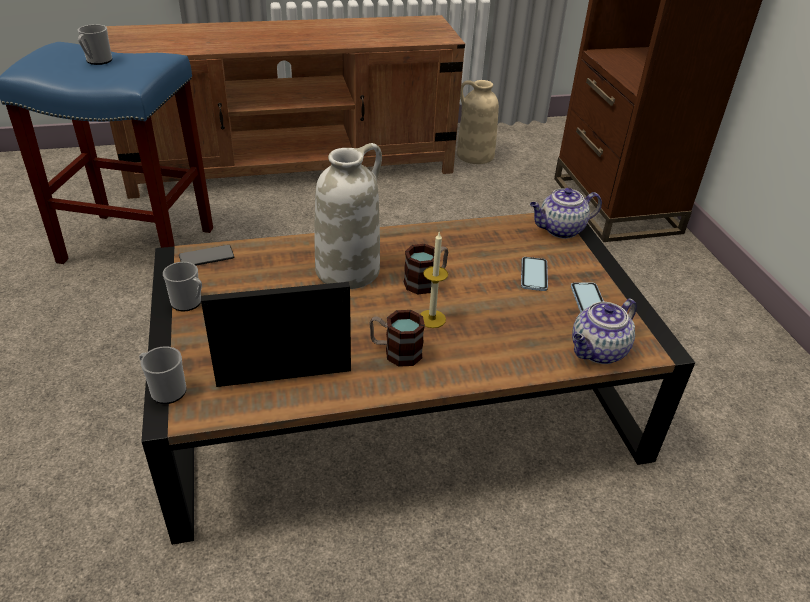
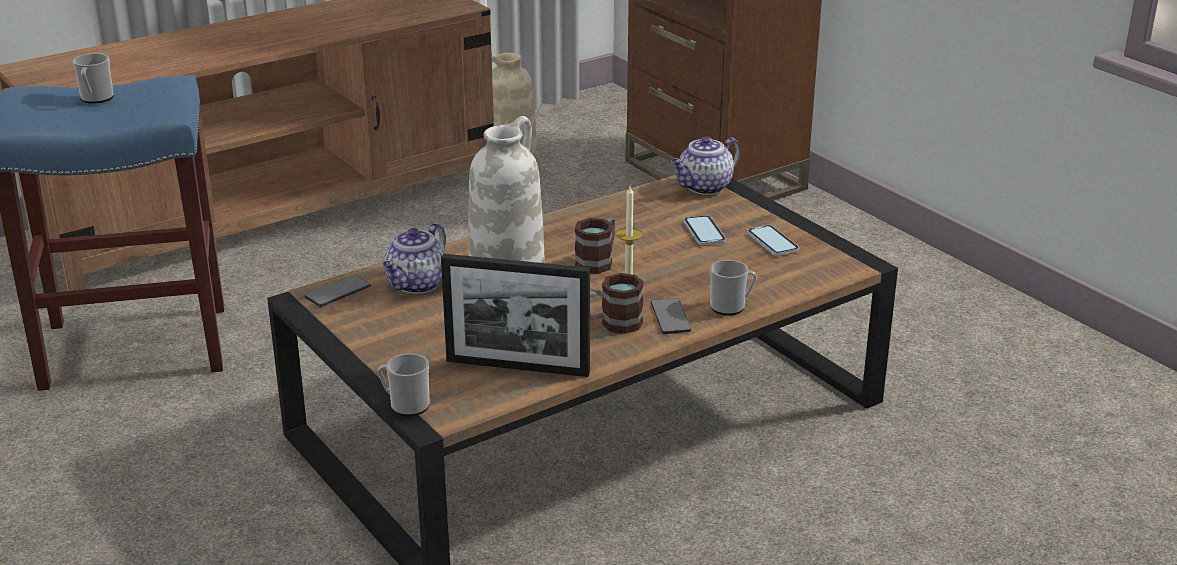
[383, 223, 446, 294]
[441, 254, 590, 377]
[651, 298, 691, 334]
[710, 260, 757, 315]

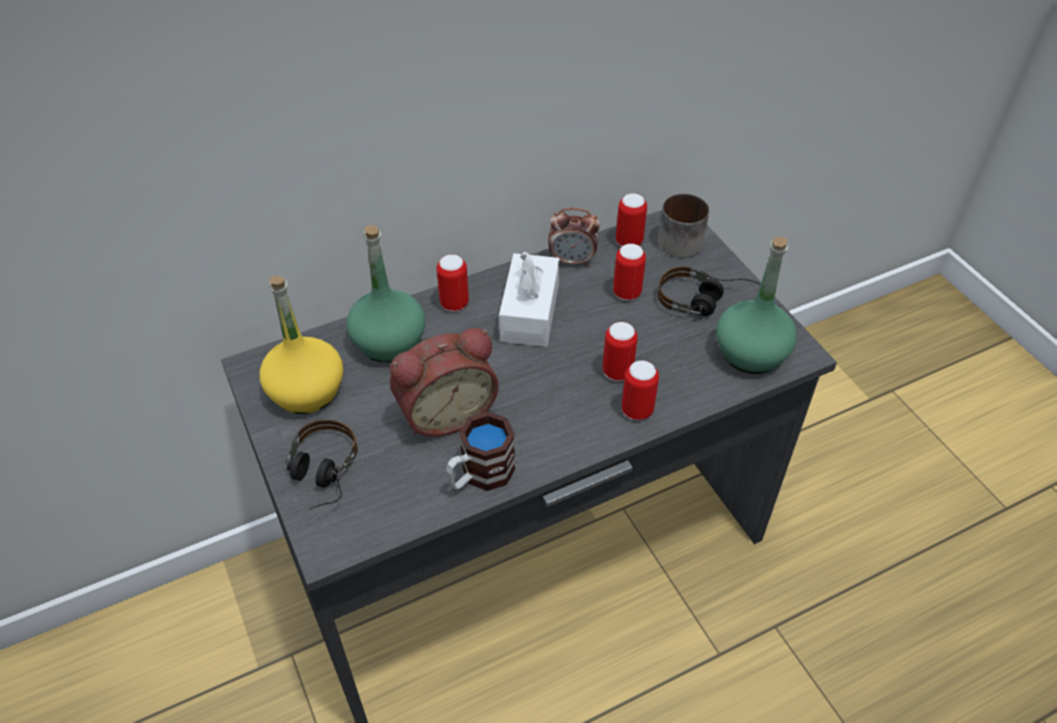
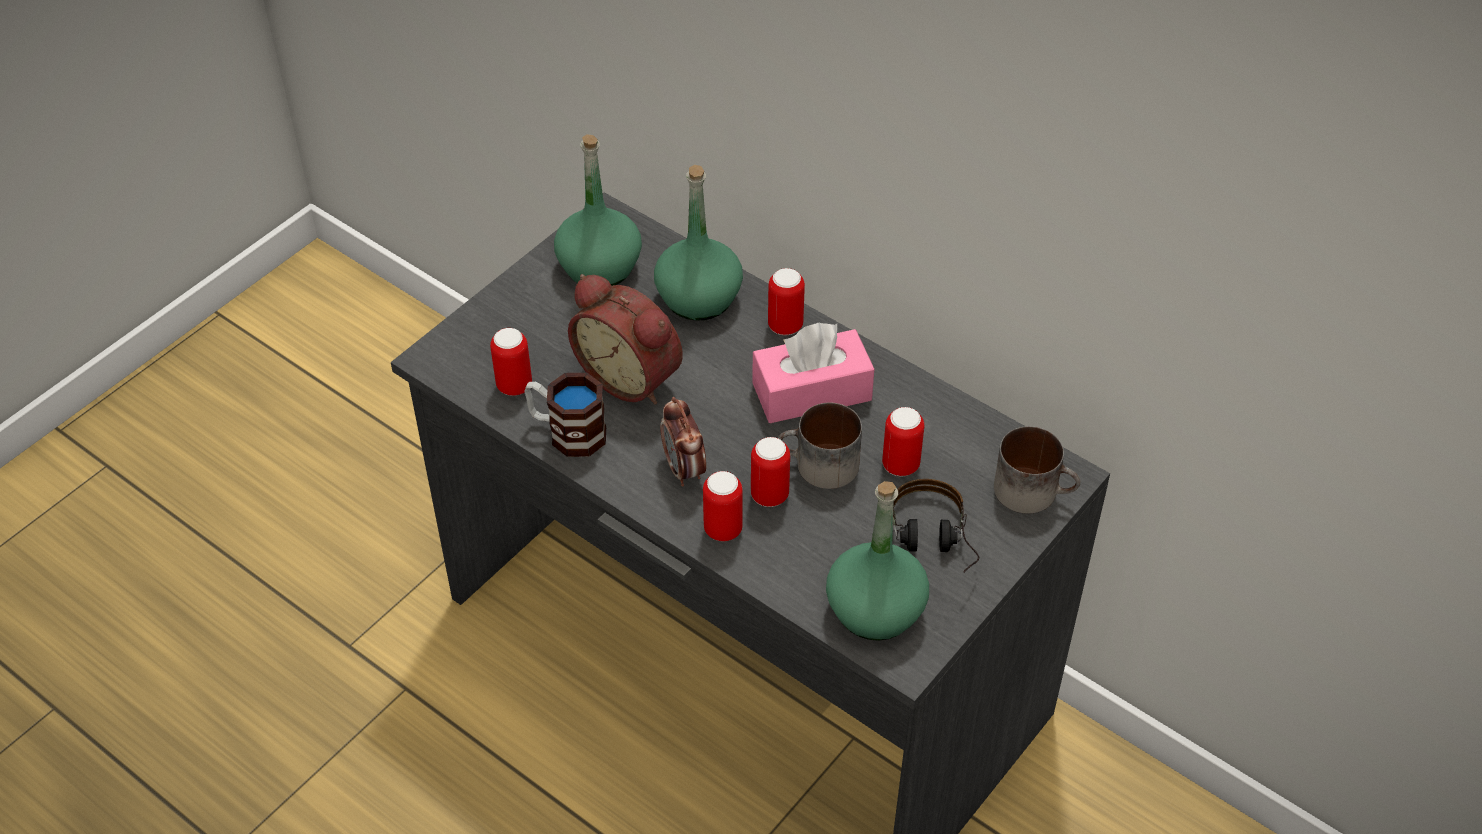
[490, 328, 532, 396]
[554, 134, 642, 286]
[660, 397, 706, 486]
[753, 323, 874, 423]
[778, 403, 862, 489]
[286, 420, 358, 510] (first image)

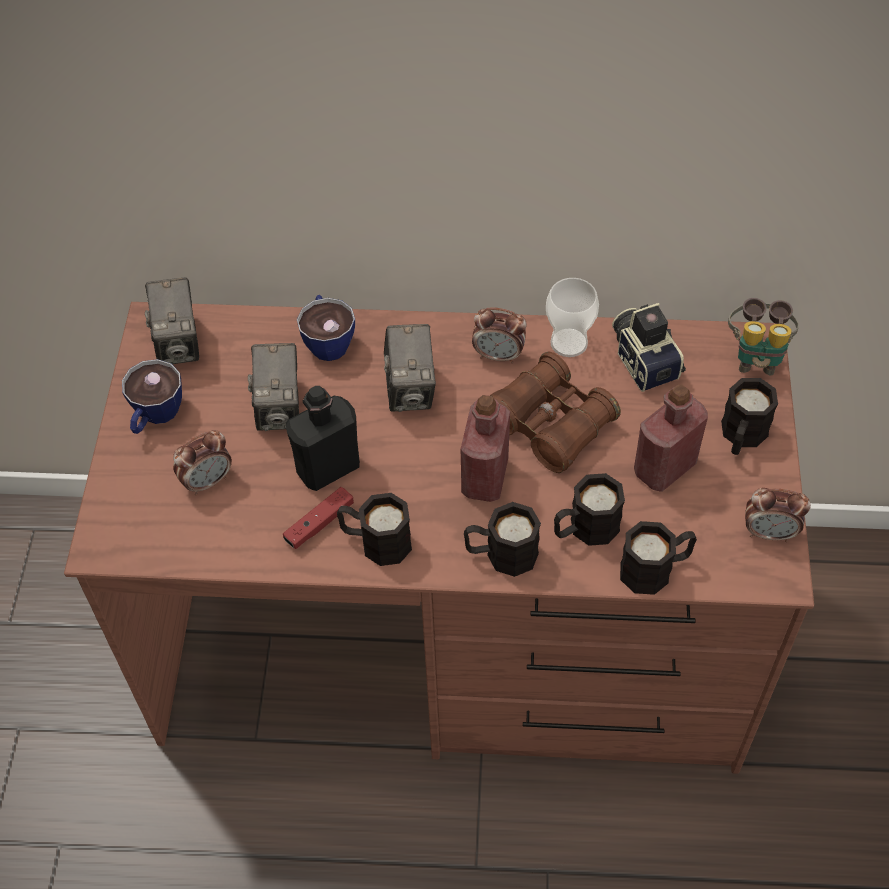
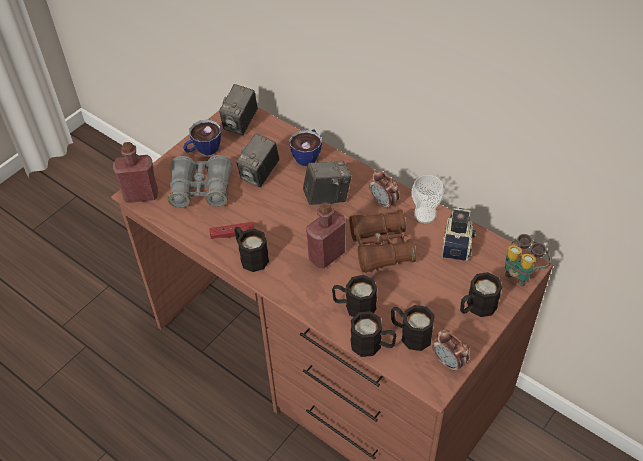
[113, 142, 158, 203]
[168, 155, 232, 208]
[303, 161, 351, 205]
[391, 305, 435, 351]
[286, 386, 360, 491] (first image)

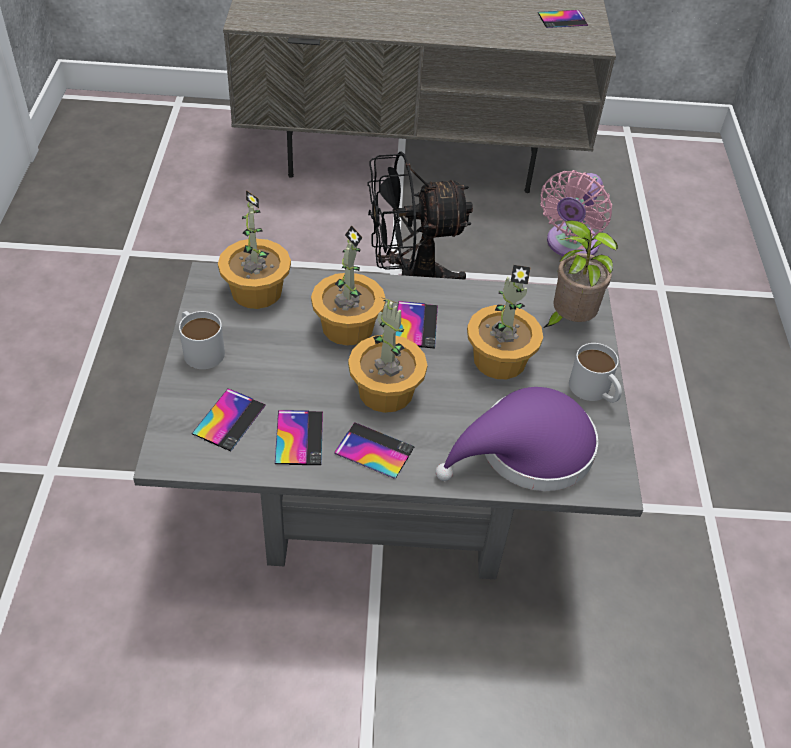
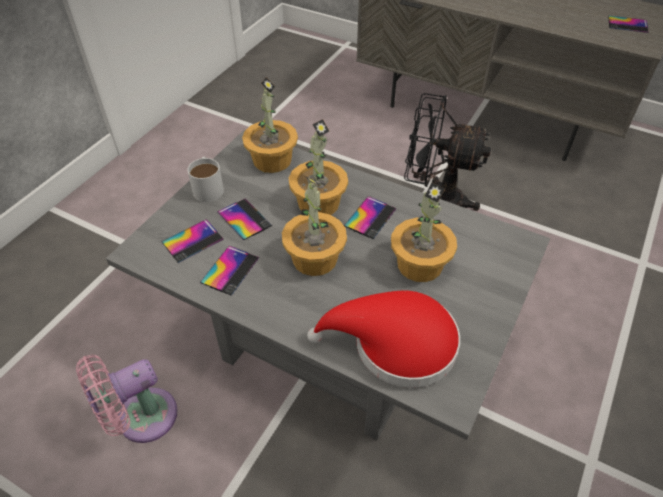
[76, 355, 178, 443]
[217, 199, 272, 240]
[307, 290, 460, 388]
[543, 220, 618, 328] (first image)
[569, 343, 622, 403] (first image)

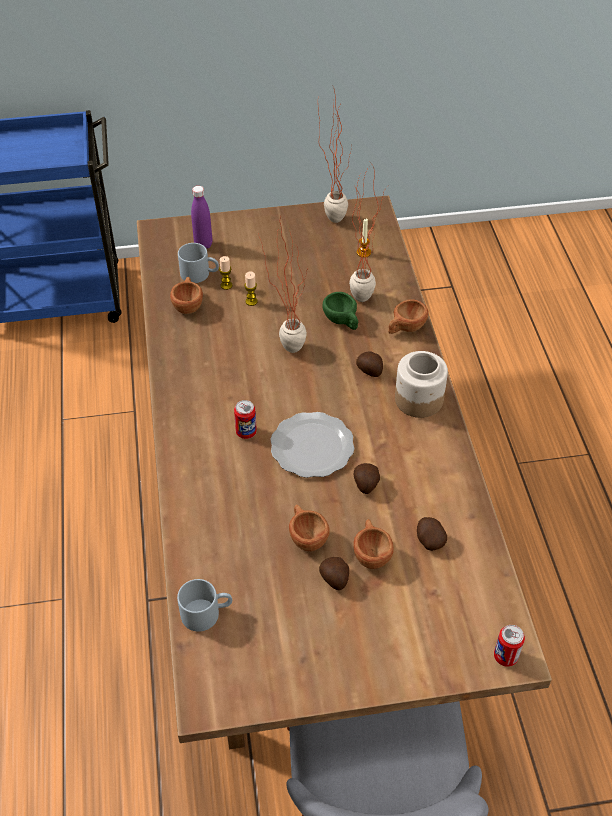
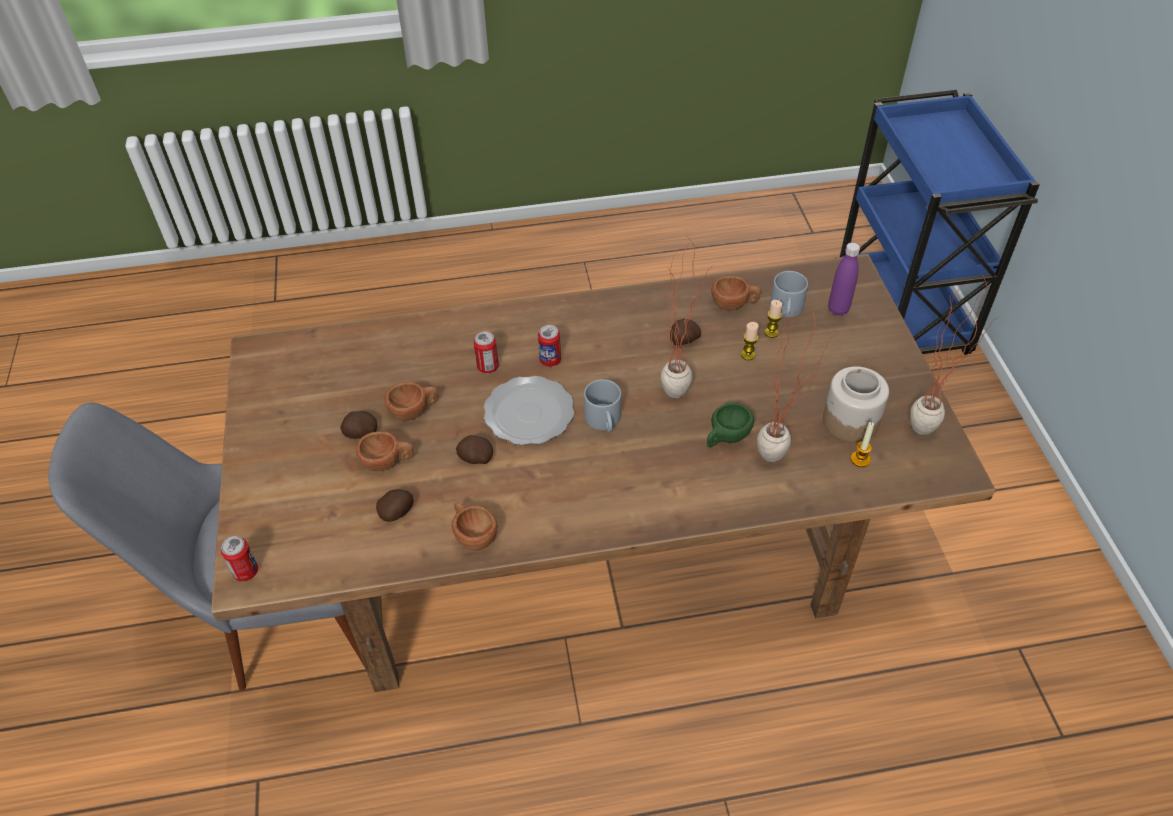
[452, 502, 498, 551]
[474, 331, 499, 373]
[584, 379, 621, 432]
[670, 319, 701, 345]
[823, 366, 889, 443]

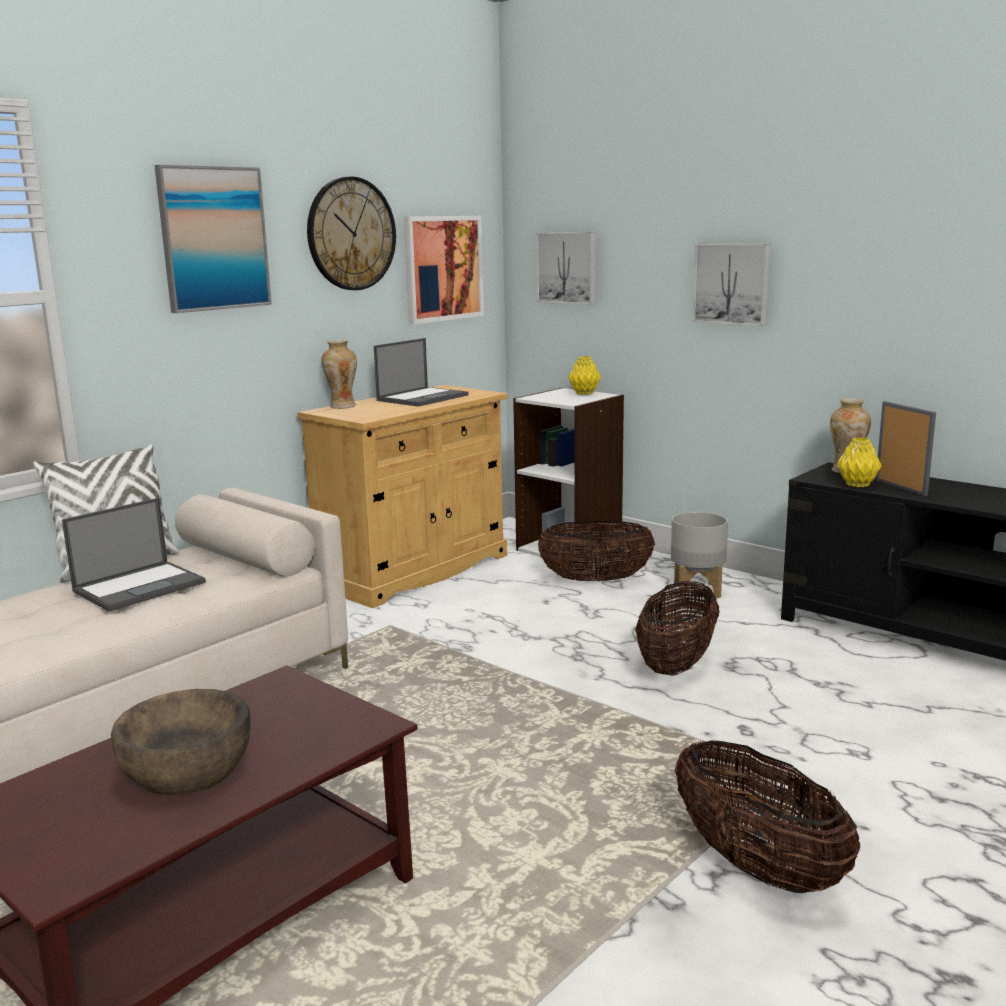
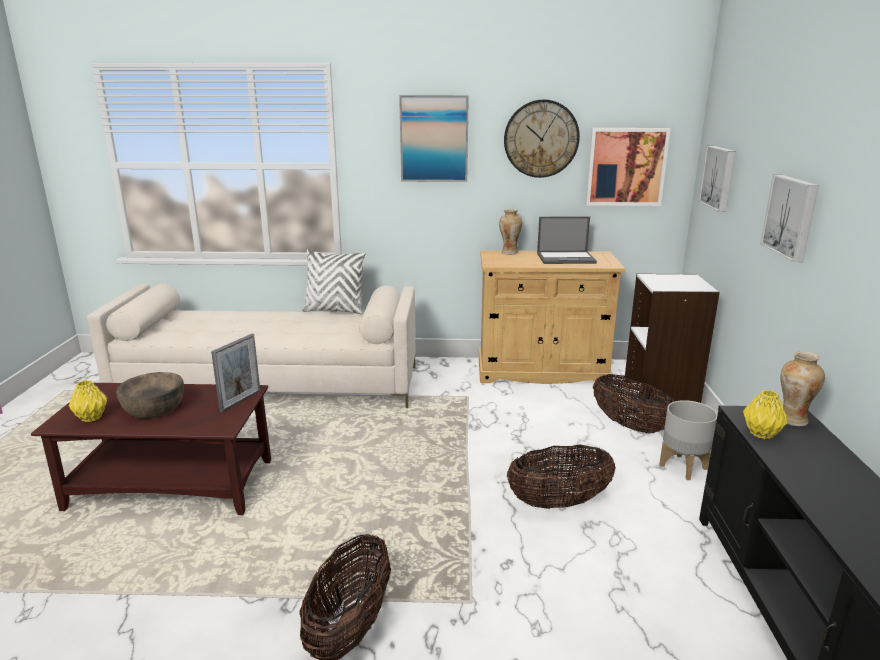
[69, 380, 107, 422]
[211, 334, 260, 413]
[62, 498, 206, 612] (first image)

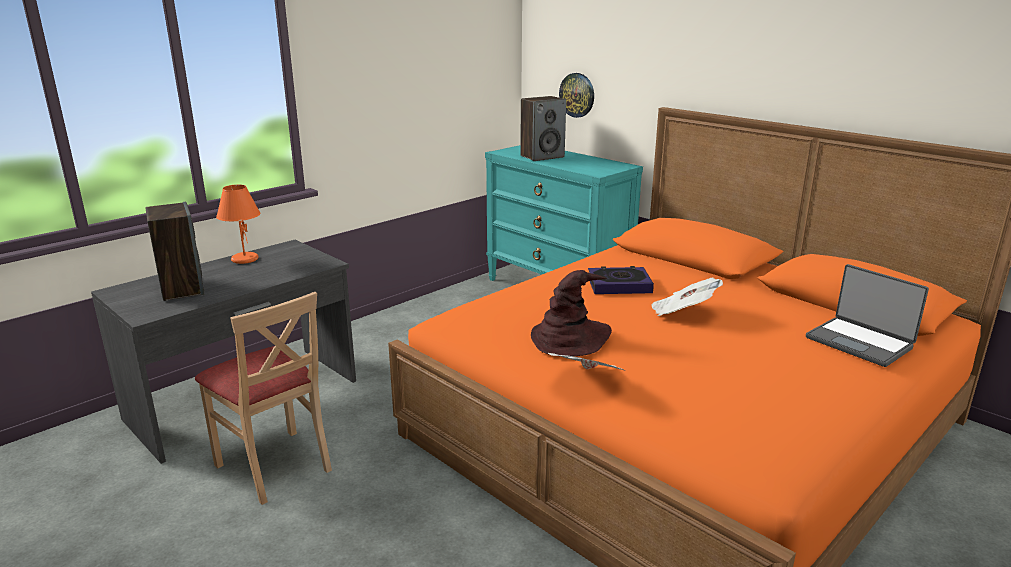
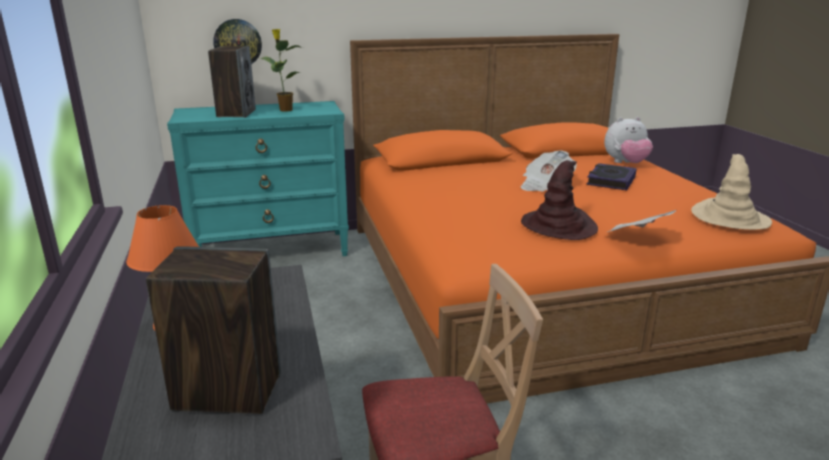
[260, 29, 303, 112]
[587, 163, 637, 190]
[604, 117, 653, 163]
[691, 154, 772, 230]

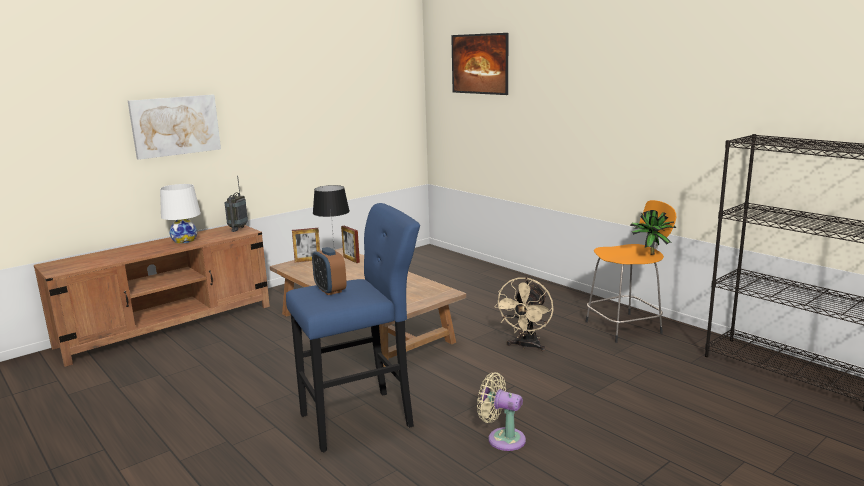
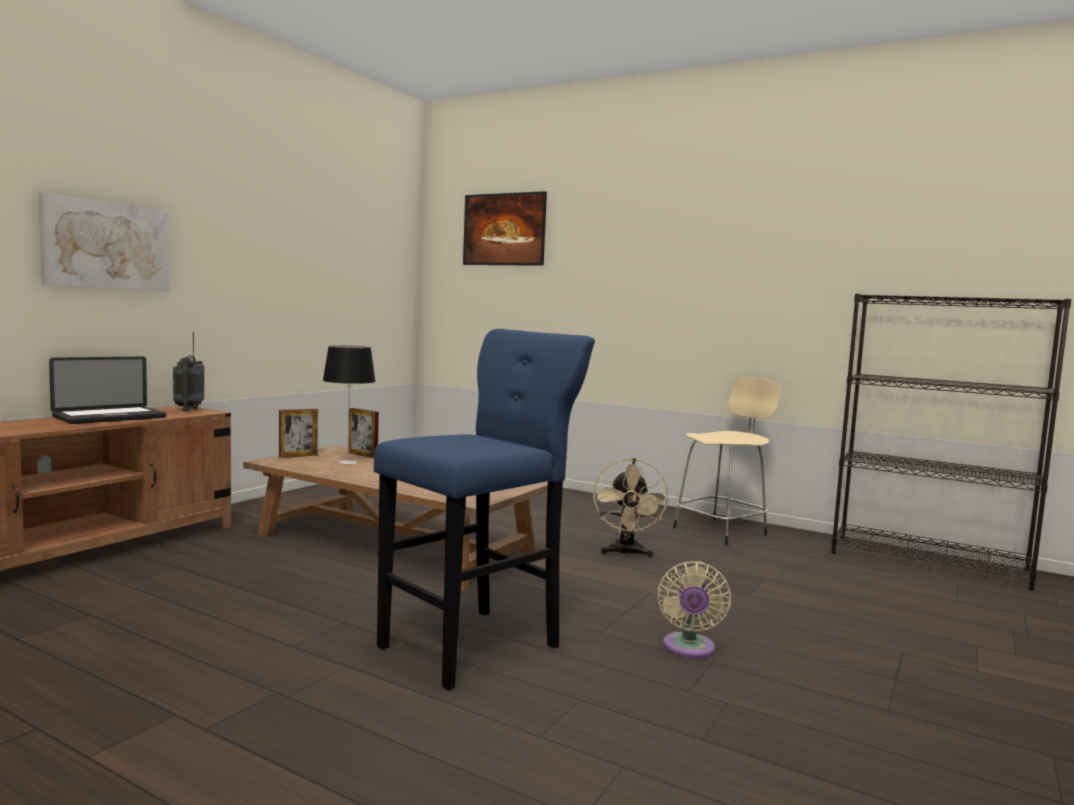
[49, 357, 167, 424]
[657, 561, 731, 658]
[673, 377, 781, 545]
[312, 247, 347, 295] (first image)
[630, 210, 676, 255] (first image)

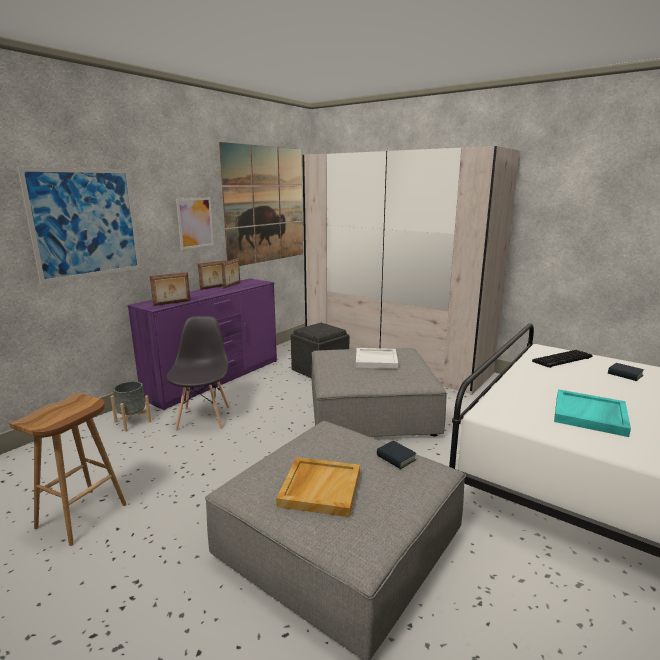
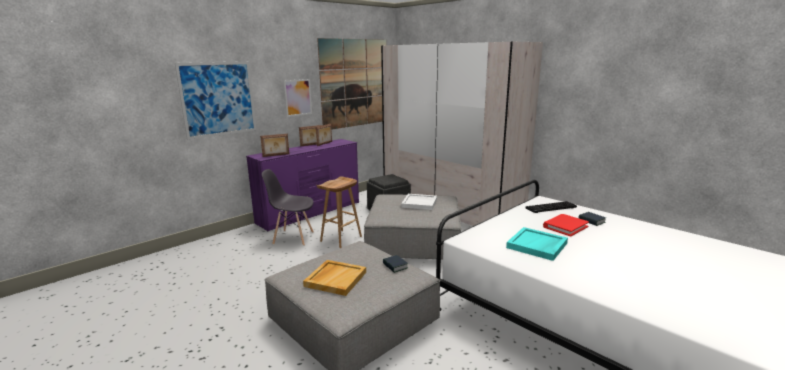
[262, 169, 314, 246]
[317, 176, 362, 248]
[543, 214, 589, 236]
[110, 381, 151, 431] (first image)

